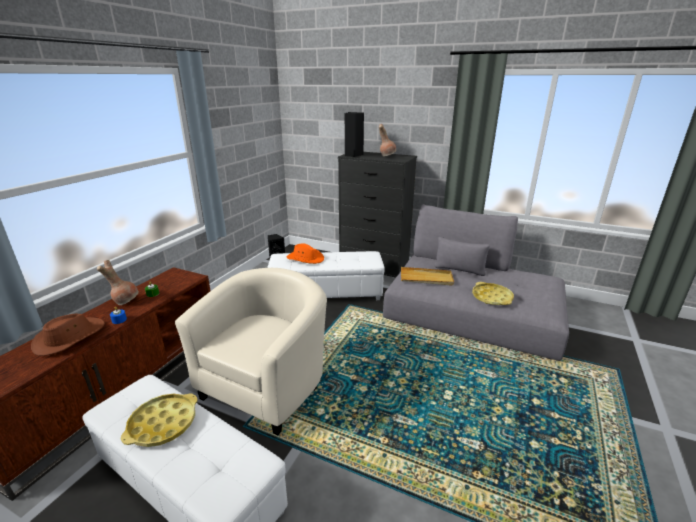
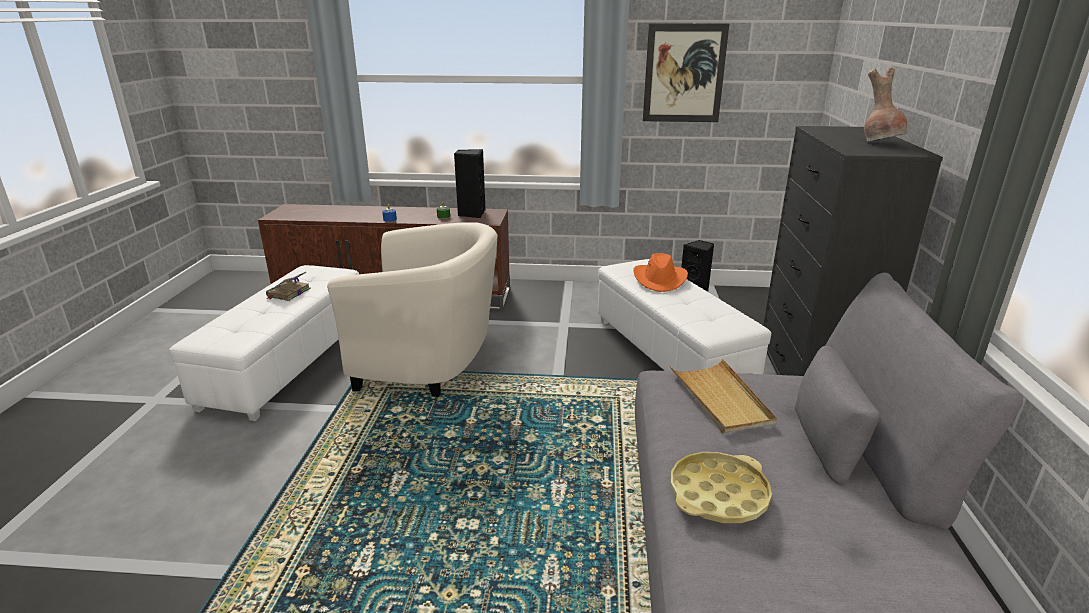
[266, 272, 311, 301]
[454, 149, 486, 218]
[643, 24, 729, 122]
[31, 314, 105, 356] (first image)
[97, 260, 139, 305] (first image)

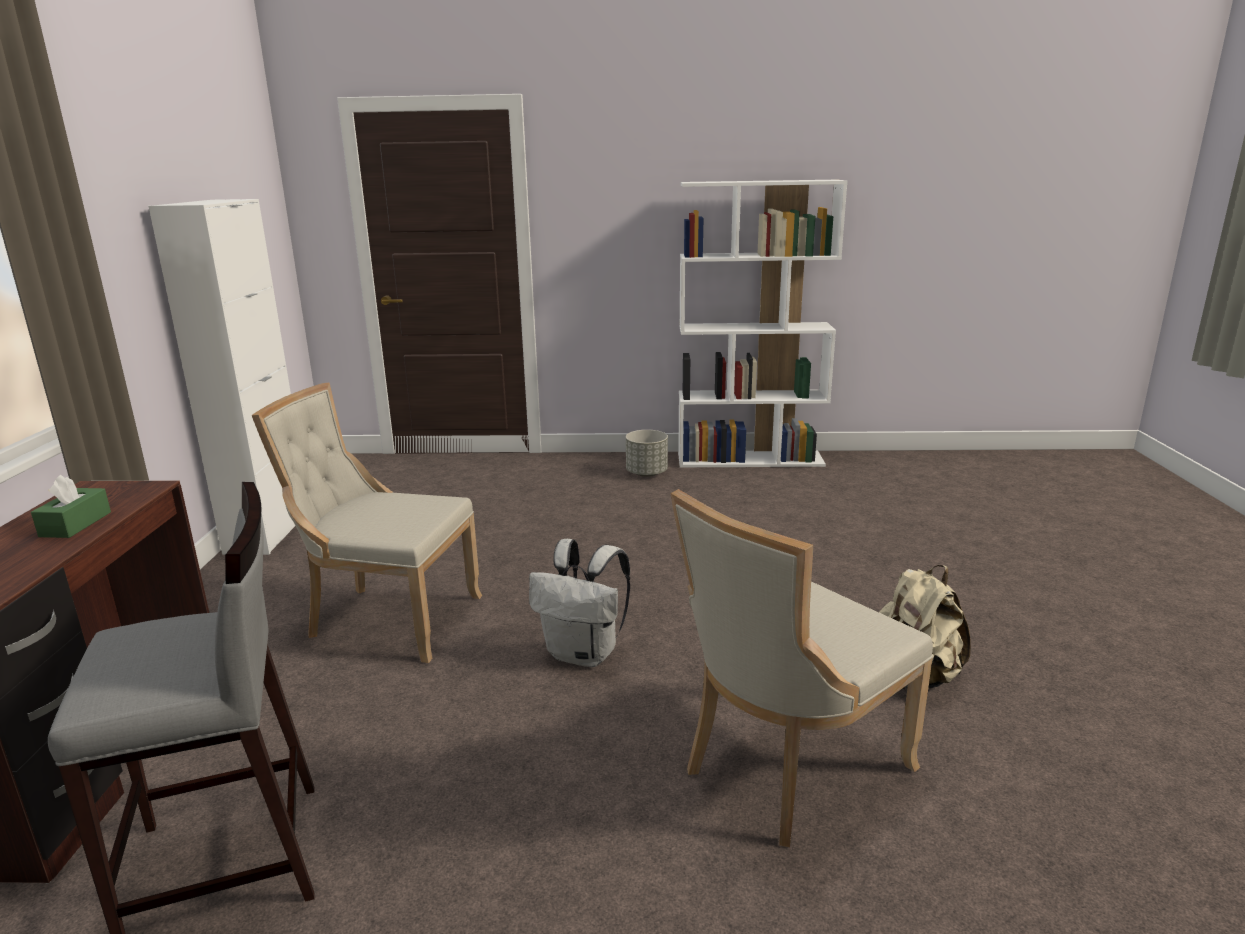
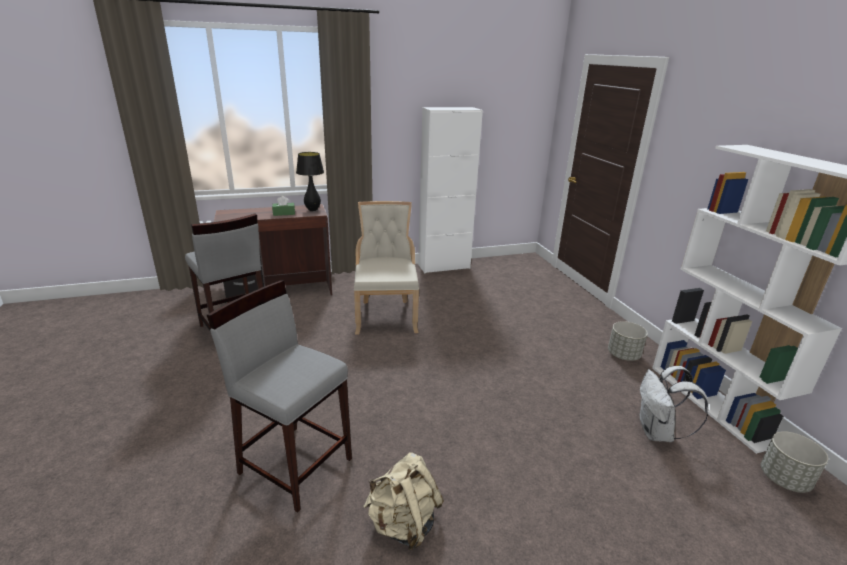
[207, 280, 352, 513]
[296, 152, 324, 211]
[640, 366, 708, 442]
[761, 431, 828, 493]

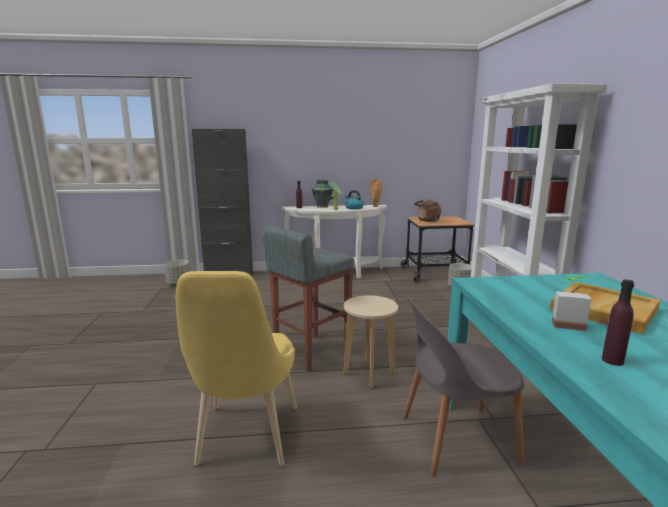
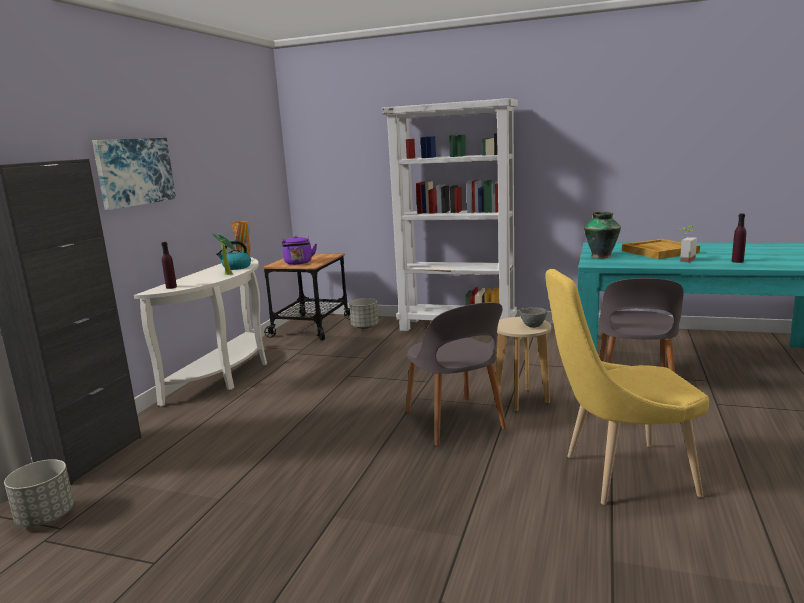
[92, 138, 176, 210]
[282, 236, 317, 265]
[406, 302, 507, 446]
[519, 307, 547, 328]
[545, 269, 709, 505]
[584, 212, 621, 258]

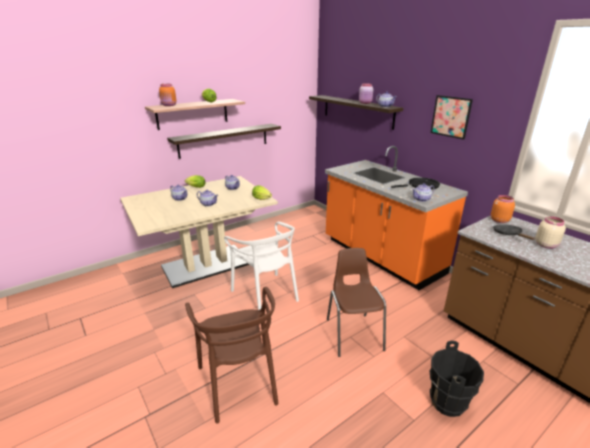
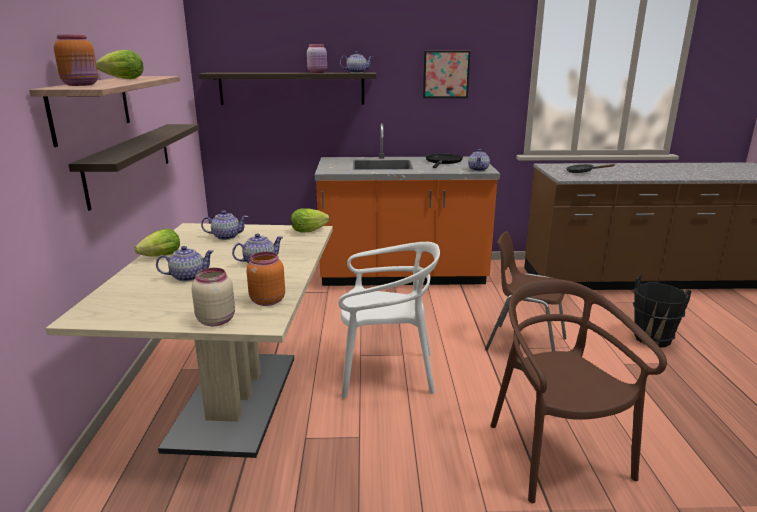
[192, 268, 235, 326]
[247, 252, 285, 306]
[491, 279, 667, 503]

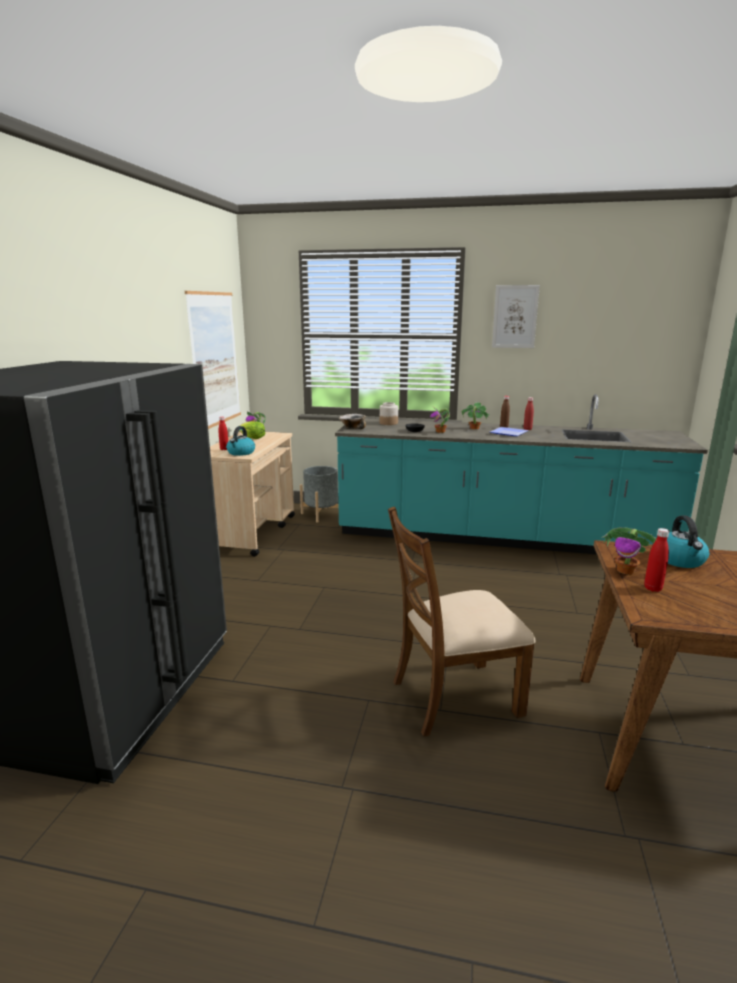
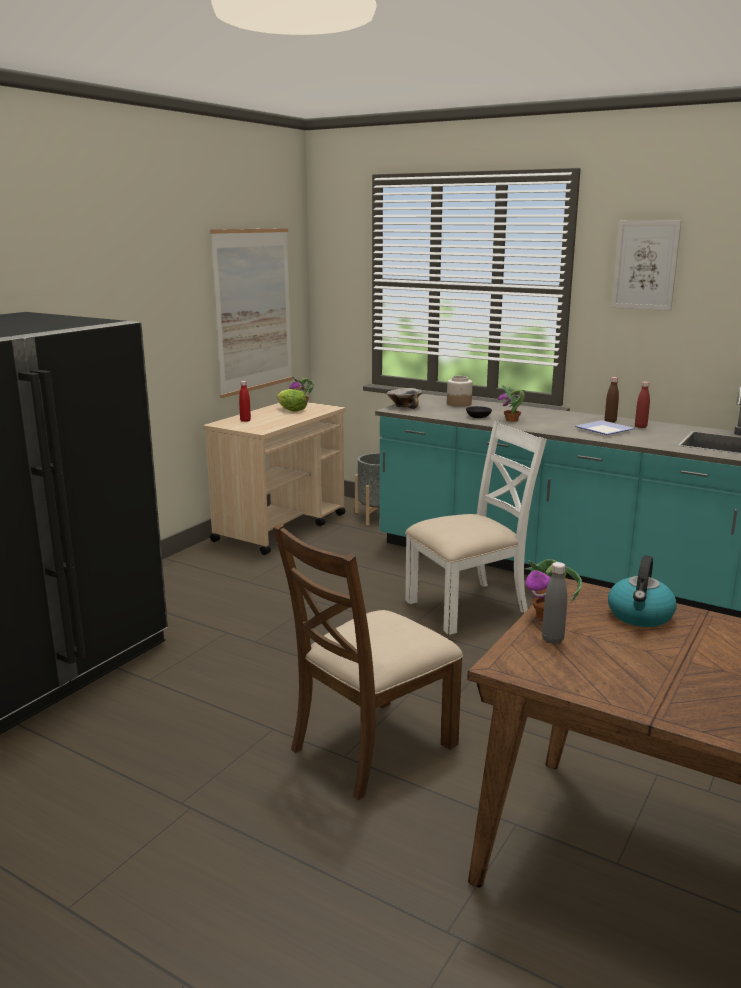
[273, 523, 463, 800]
[405, 421, 547, 635]
[542, 562, 567, 644]
[226, 426, 255, 456] (first image)
[462, 402, 490, 429] (first image)

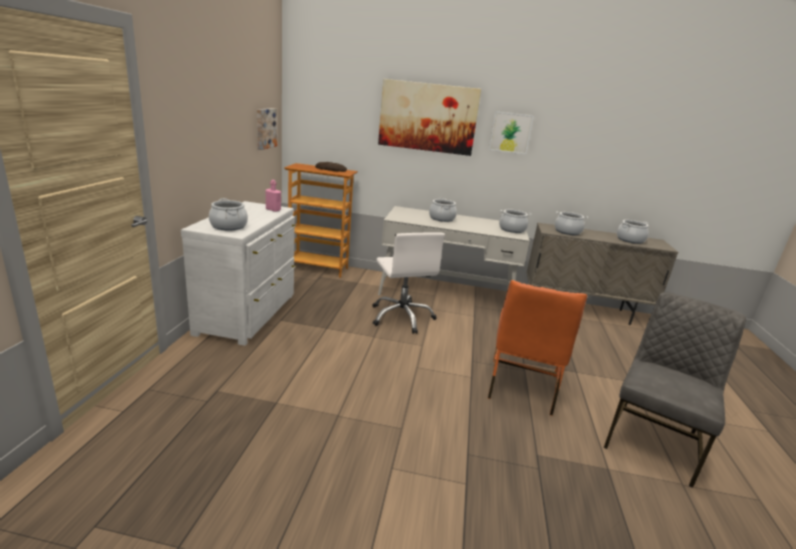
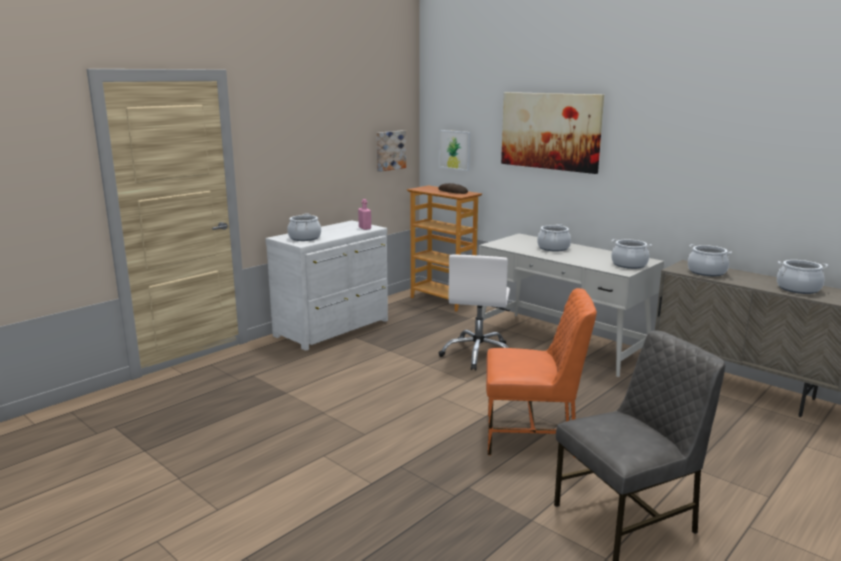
[439, 130, 470, 171]
[486, 288, 597, 458]

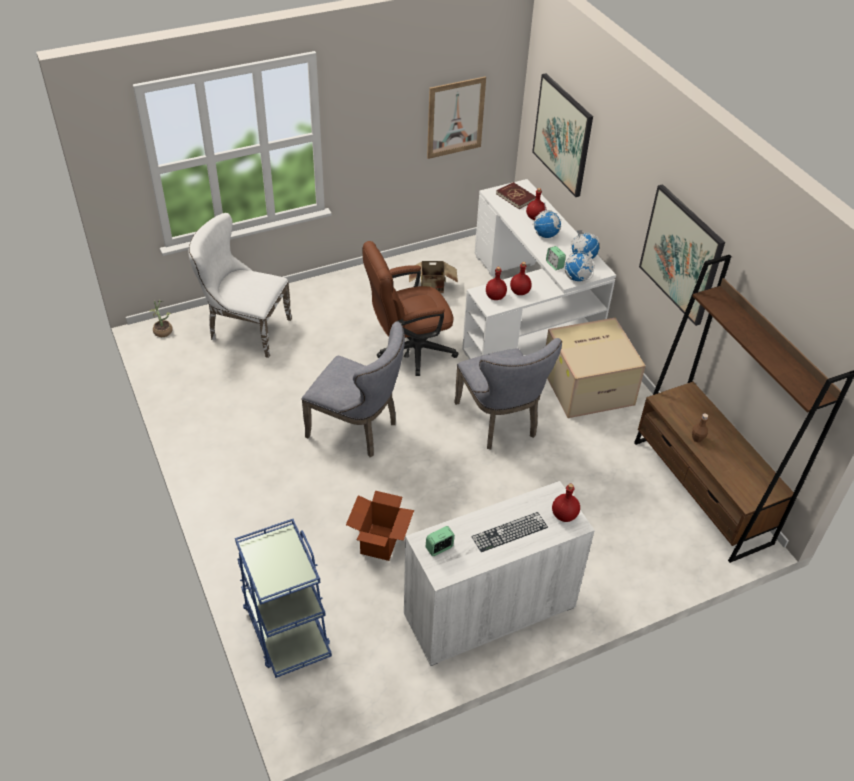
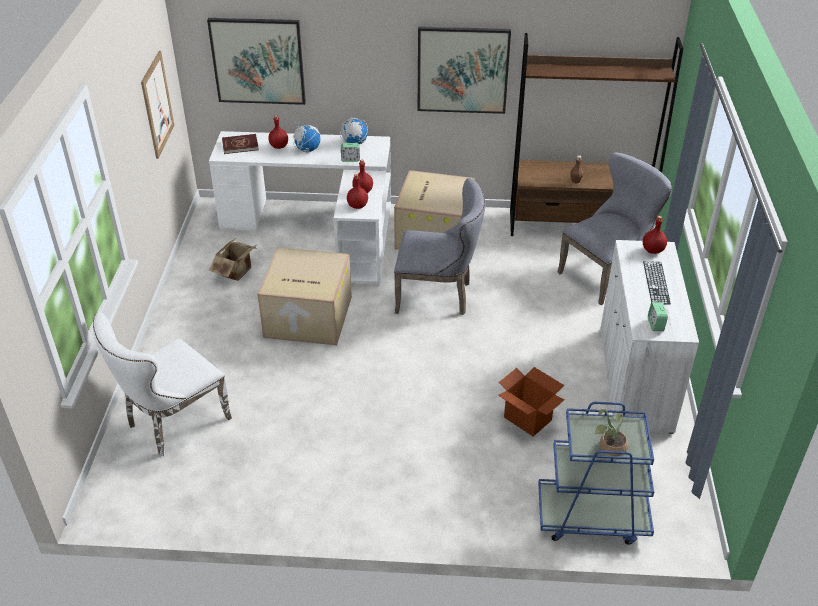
[257, 247, 352, 345]
[557, 153, 672, 305]
[595, 409, 628, 456]
[565, 250, 595, 281] (first image)

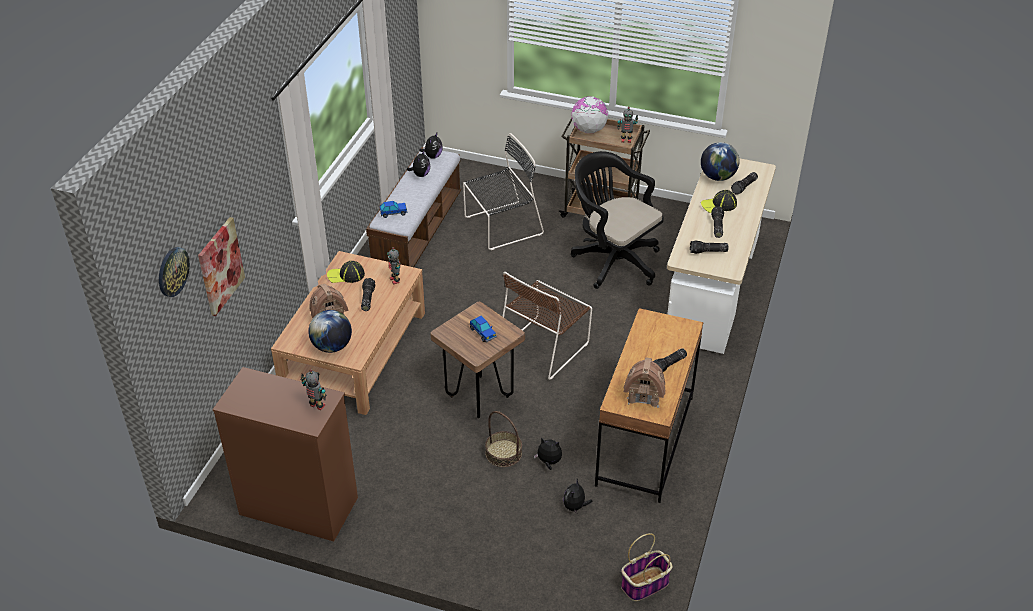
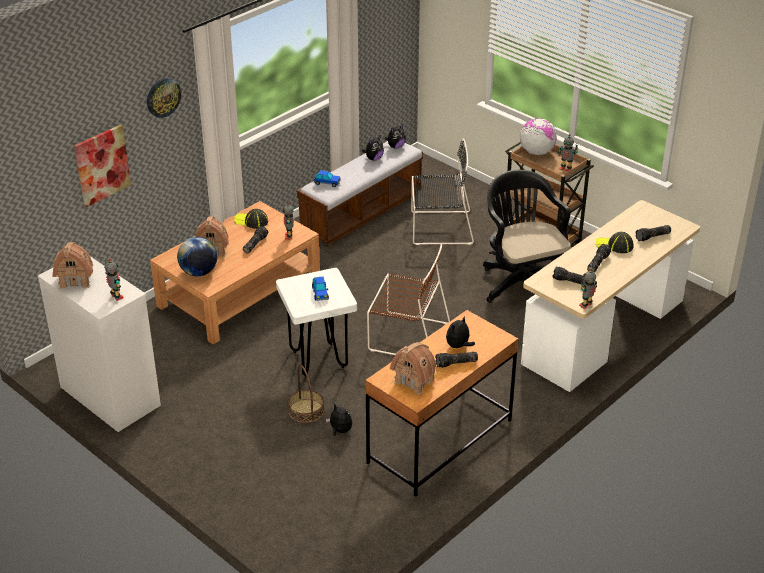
[38, 256, 161, 432]
[53, 242, 93, 289]
[147, 78, 181, 118]
[276, 268, 357, 376]
[367, 244, 450, 355]
[446, 316, 475, 348]
[579, 269, 597, 309]
[621, 533, 672, 601] (first image)
[701, 142, 739, 181] (first image)

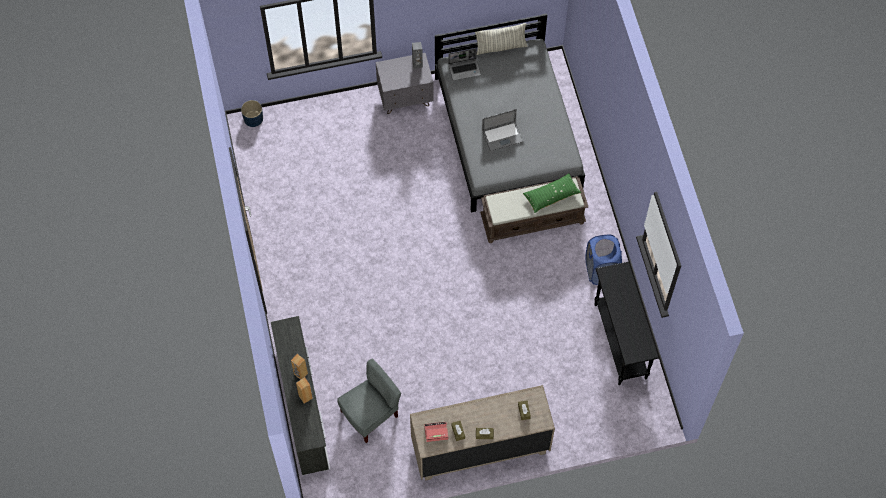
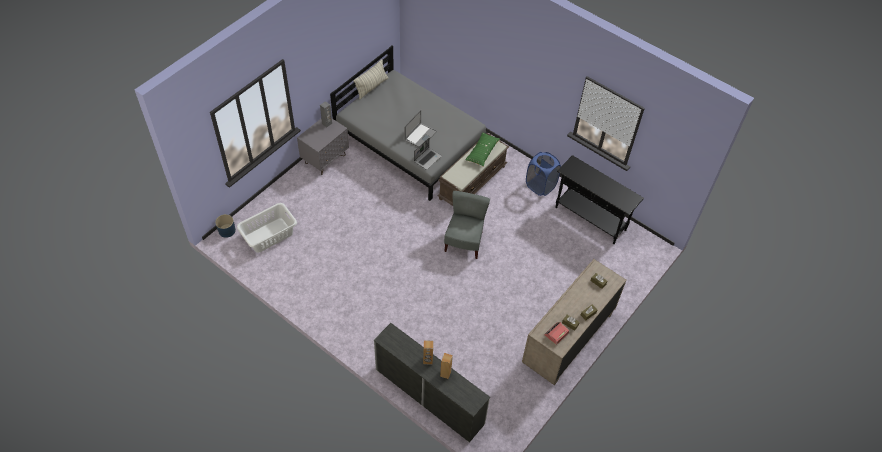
[237, 203, 297, 253]
[414, 137, 441, 170]
[444, 191, 490, 259]

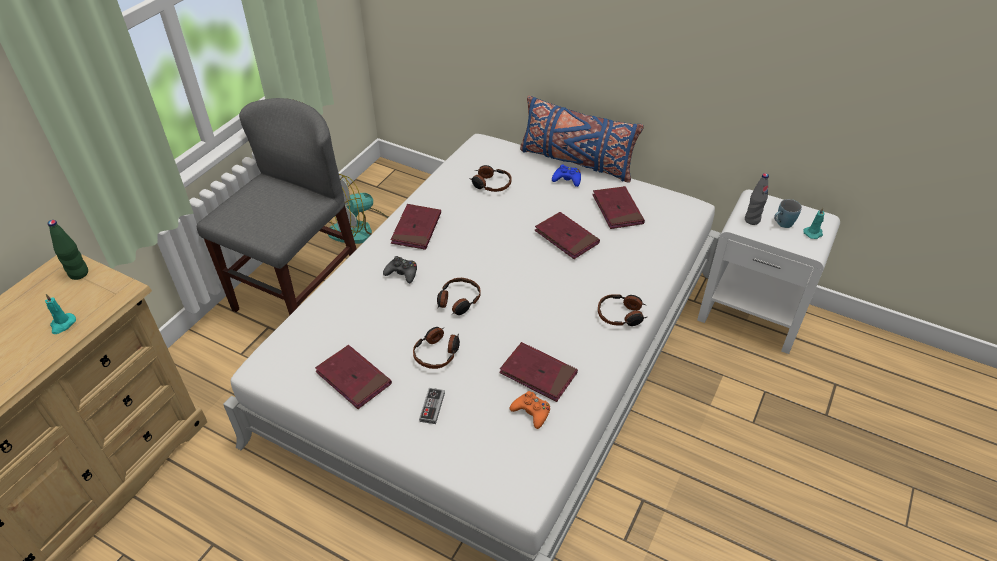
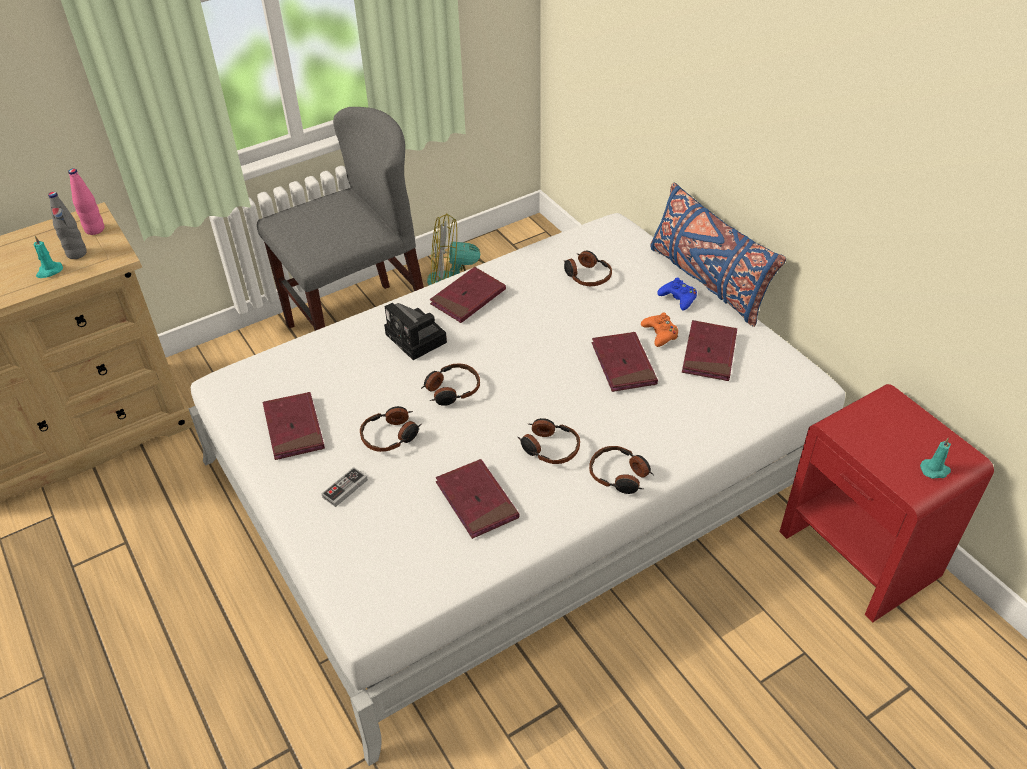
[48, 192, 87, 259]
[68, 168, 104, 235]
[384, 303, 447, 360]
[518, 418, 580, 464]
[641, 312, 678, 347]
[780, 384, 994, 622]
[774, 199, 802, 228] (first image)

